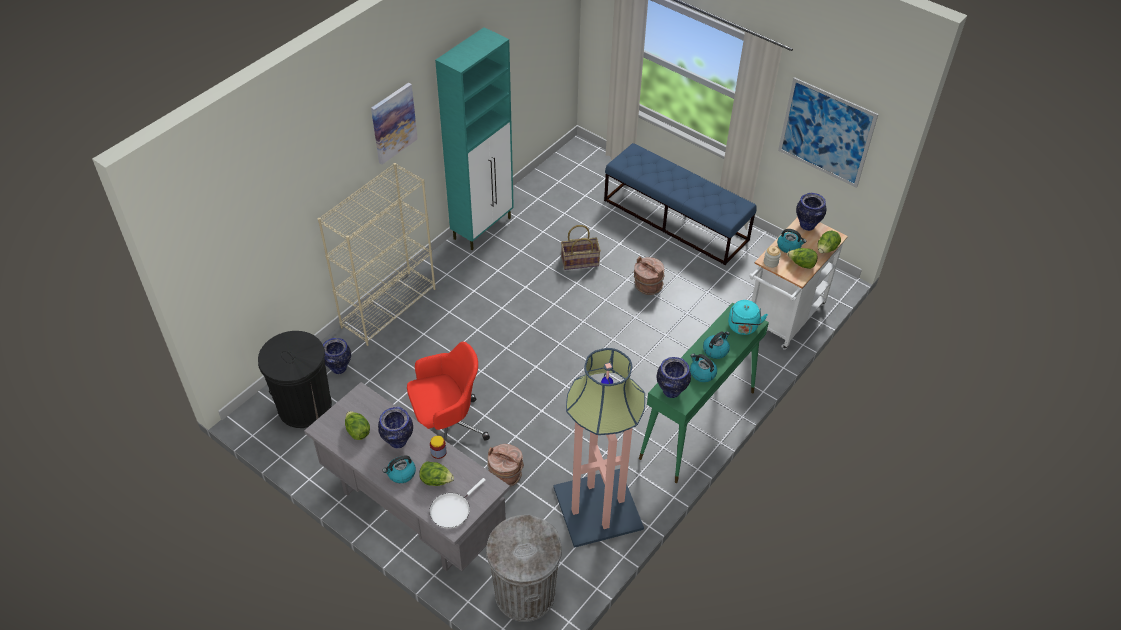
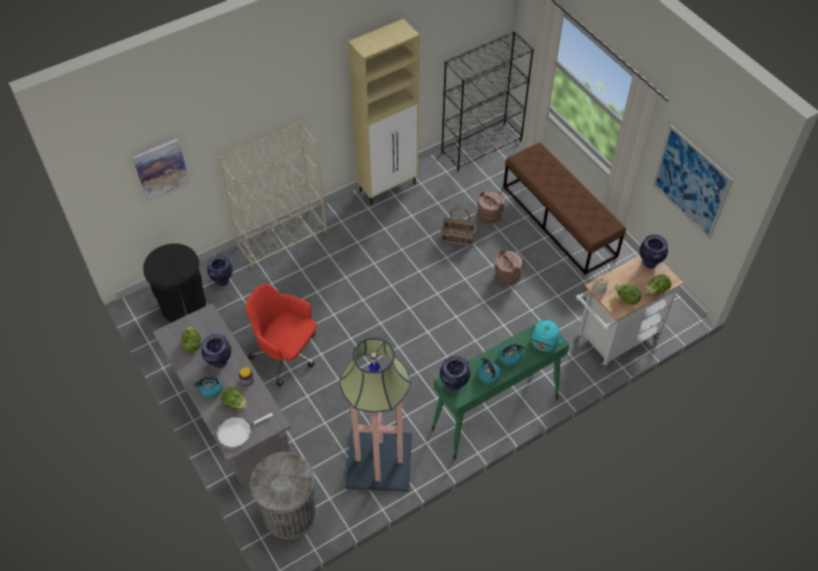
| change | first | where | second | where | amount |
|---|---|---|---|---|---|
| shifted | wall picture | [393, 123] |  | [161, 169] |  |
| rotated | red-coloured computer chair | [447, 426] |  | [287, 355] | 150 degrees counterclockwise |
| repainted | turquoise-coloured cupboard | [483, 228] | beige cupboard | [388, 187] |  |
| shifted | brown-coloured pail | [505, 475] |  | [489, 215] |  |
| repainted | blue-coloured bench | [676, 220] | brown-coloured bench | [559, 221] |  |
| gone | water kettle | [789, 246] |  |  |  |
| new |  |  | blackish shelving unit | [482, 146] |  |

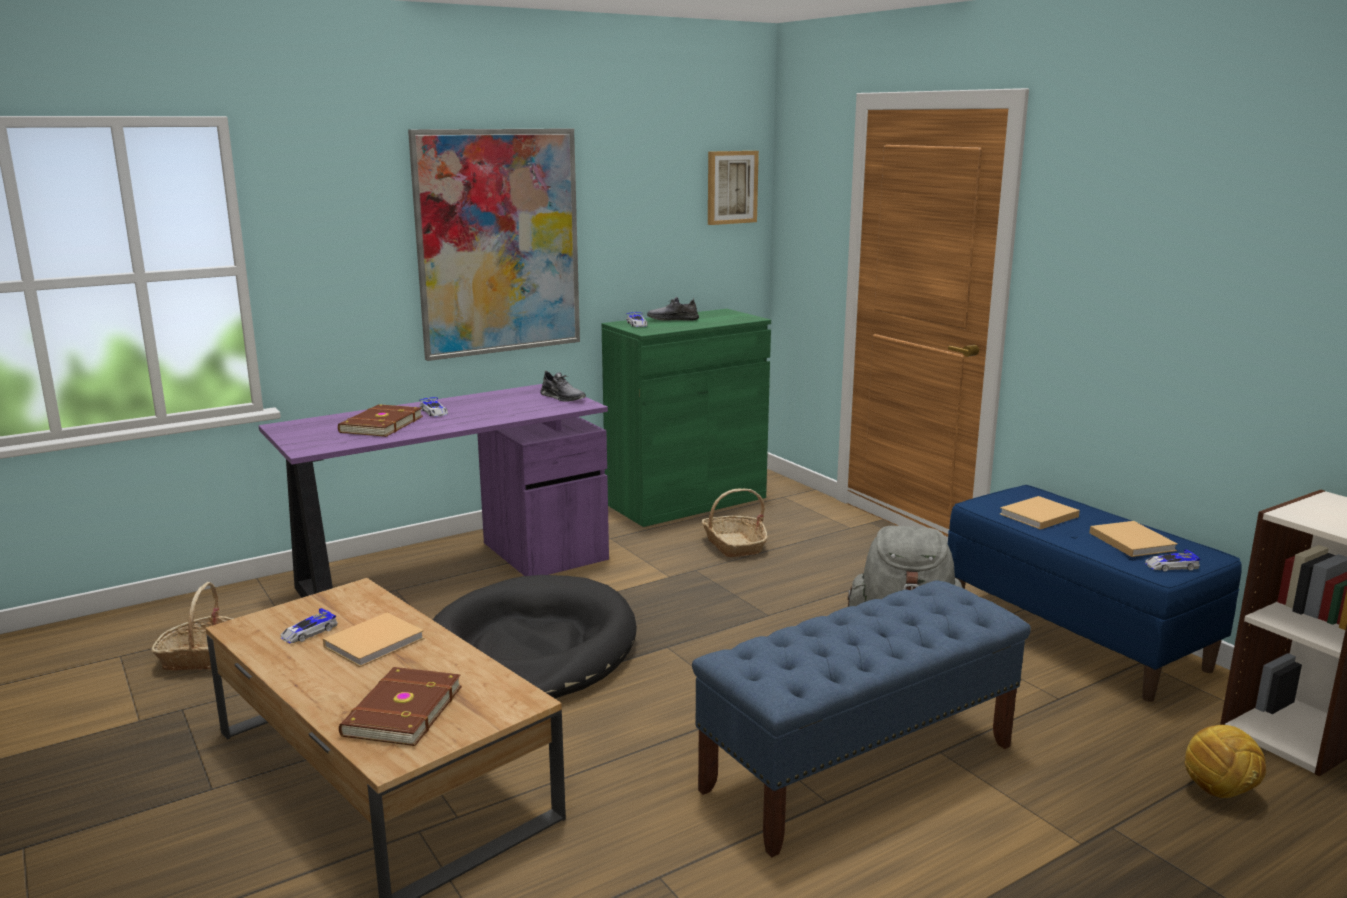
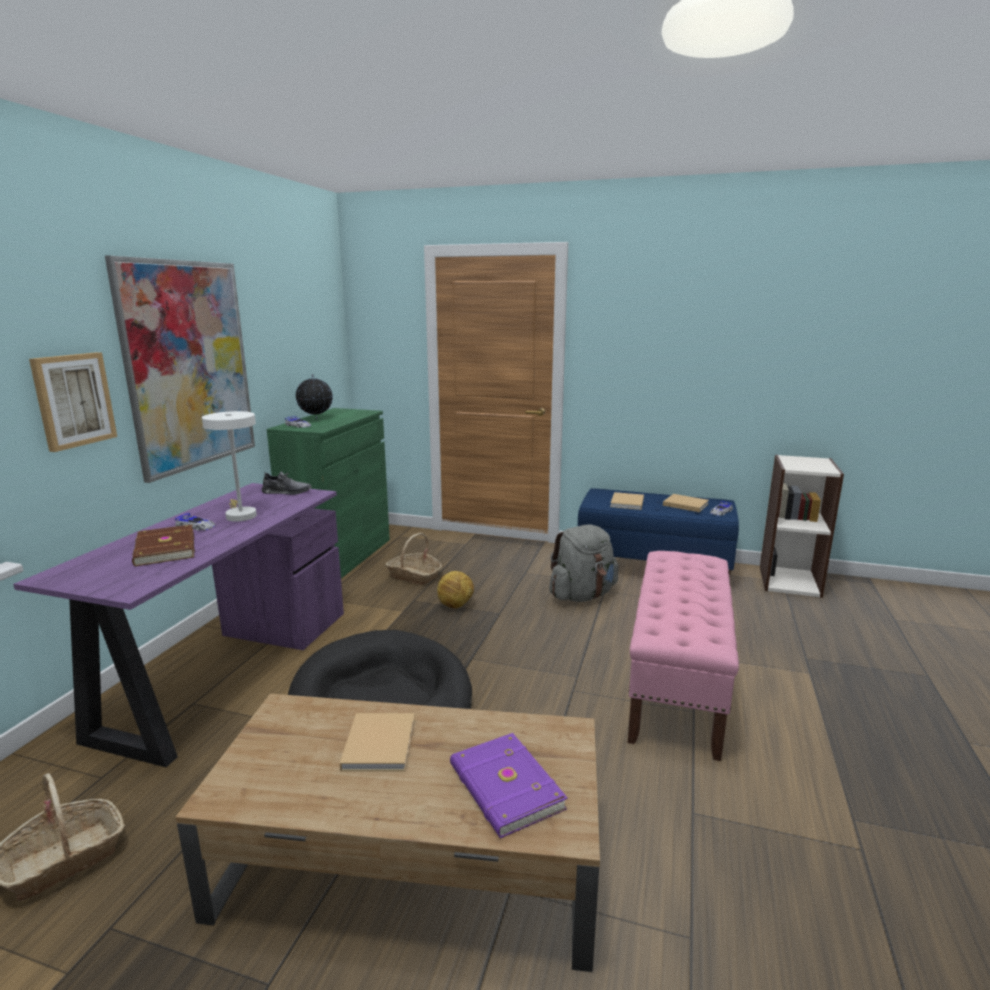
| change | first | where | second | where | amount |
|---|---|---|---|---|---|
| gone | model car | [308, 632] |  |  |  |
| repainted | brown-coloured bound book | [400, 711] | purplish bound book | [504, 788] |  |
| swapped | grey shoe | [673, 319] | world globe | [316, 419] |  |
| repainted | blue-coloured bench | [858, 768] | pink-coloured bench | [677, 683] |  |
| shifted | wall picture | [731, 187] |  | [73, 400] |  |
| shifted | ball for football | [1219, 791] |  | [456, 605] |  |
| new |  |  | white-coloured lamp for a table | [240, 515] |  |

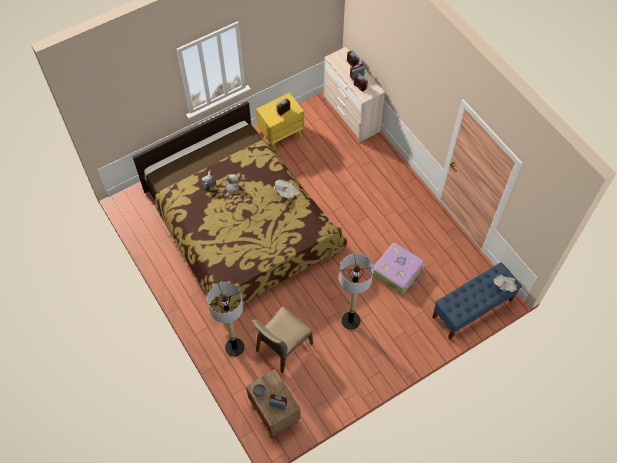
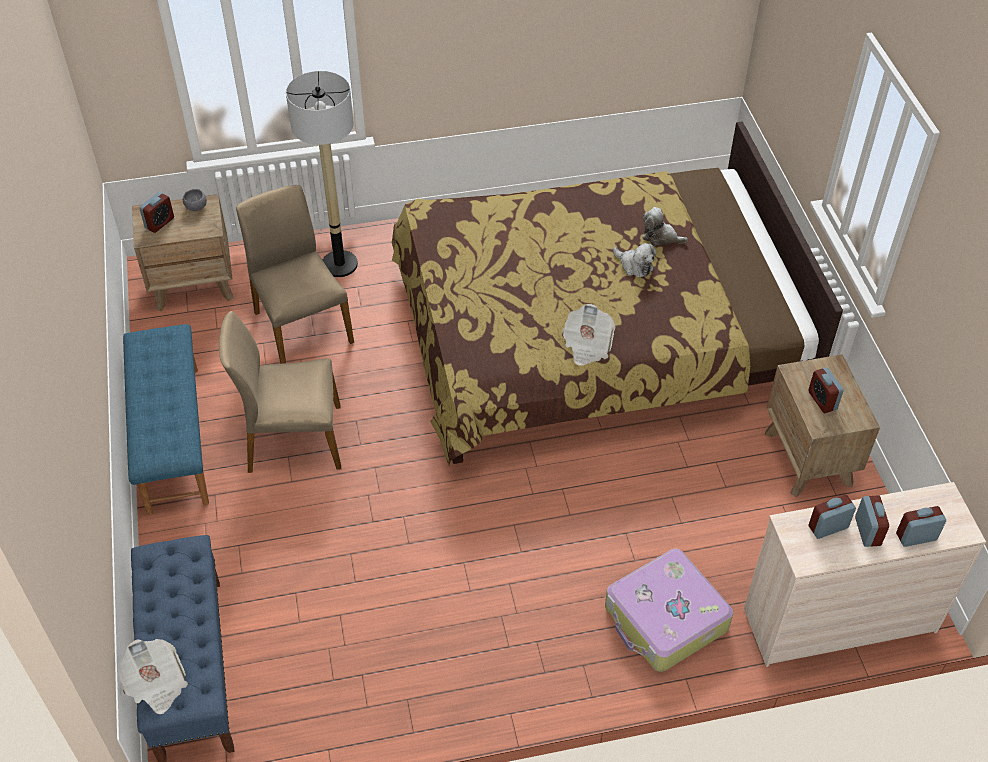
| change | first | where | second | where | amount |
|---|---|---|---|---|---|
| repainted | yellowish nightstand | [281, 135] | brown-coloured nightstand | [808, 458] |  |
| swapped | floor lamp | [350, 321] | beige chair | [293, 439] |  |
| shifted | suitcase | [398, 271] |  | [665, 619] |  |
| new |  |  | blue-coloured bench | [172, 438] |  |

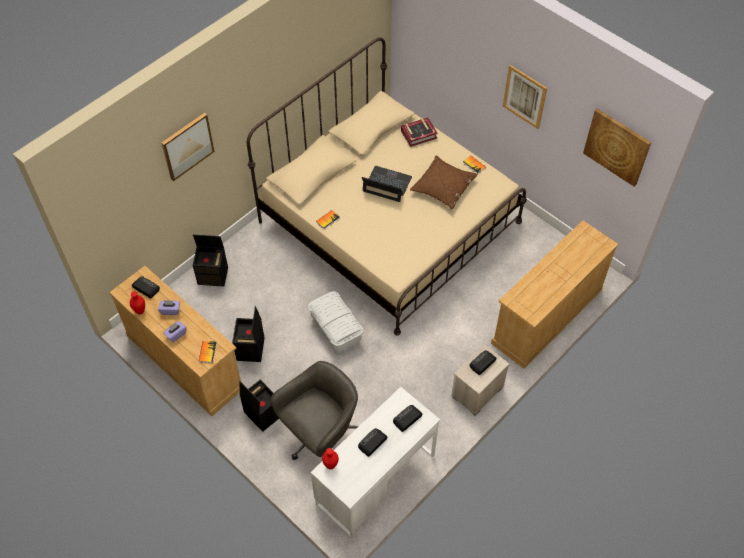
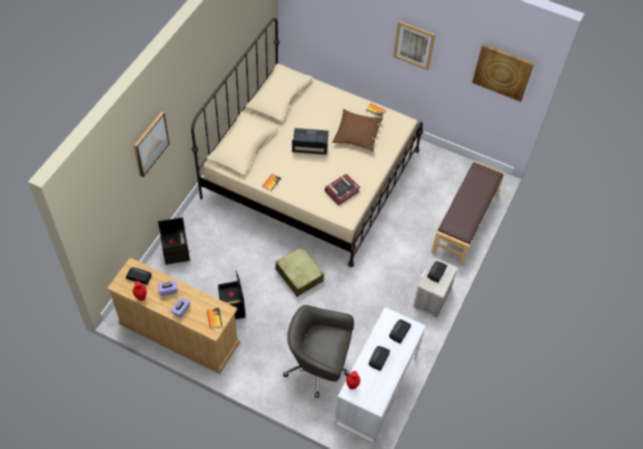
| change | first | where | second | where | amount |
|---|---|---|---|---|---|
| gone | blackish storage bin | [262, 414] |  |  |  |
| rotated | grey computer chair | [321, 436] |  | [318, 366] | 105 degrees counterclockwise |
| swapped | white-coloured storage bin | [335, 330] | beige suitcase | [299, 275] |  |
| shifted | bound book | [418, 134] |  | [341, 191] |  |
| swapped | beige chest of drawers | [547, 316] | brown-coloured bench | [465, 223] |  |

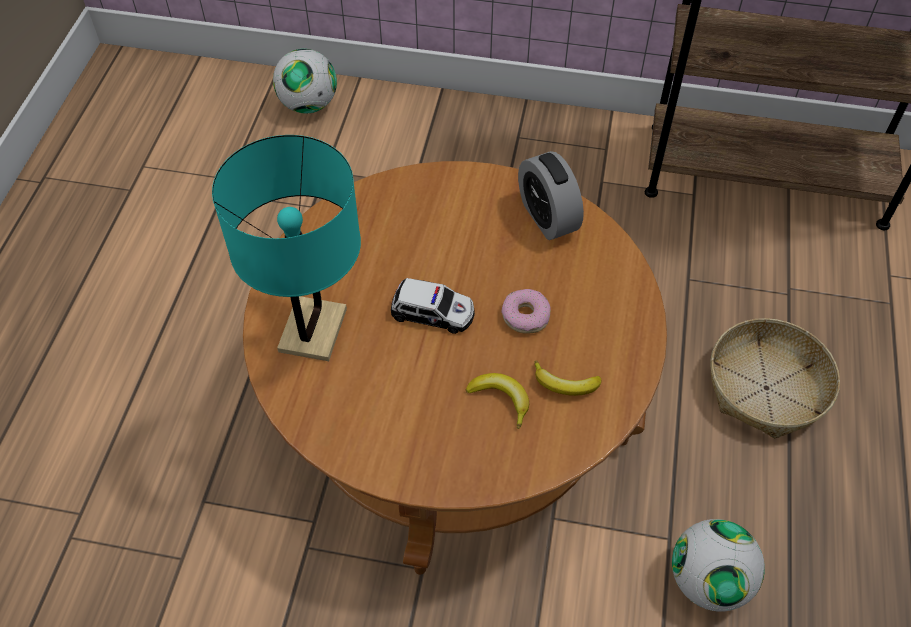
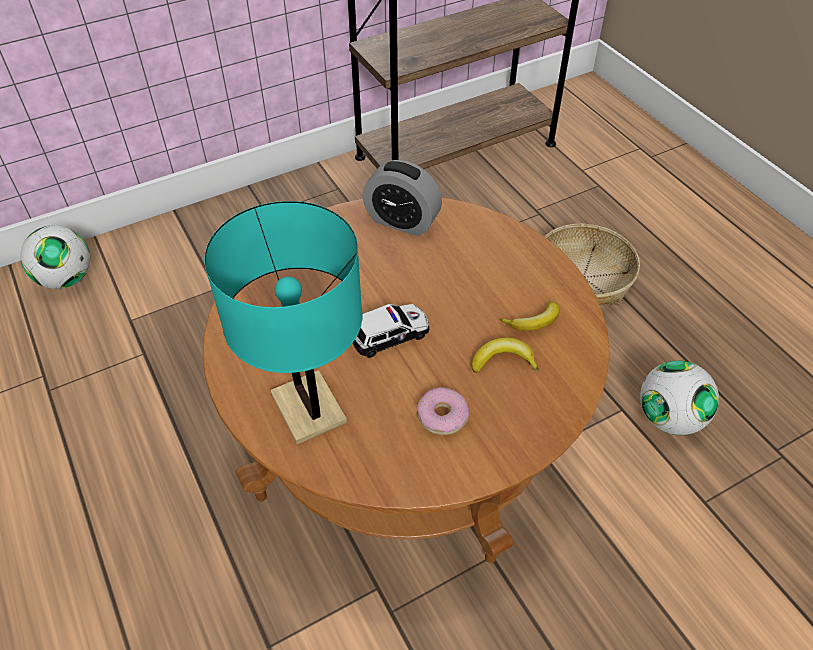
| change | first | where | second | where | amount |
|---|---|---|---|---|---|
| shifted | doughnut | [526, 316] |  | [442, 416] |  |

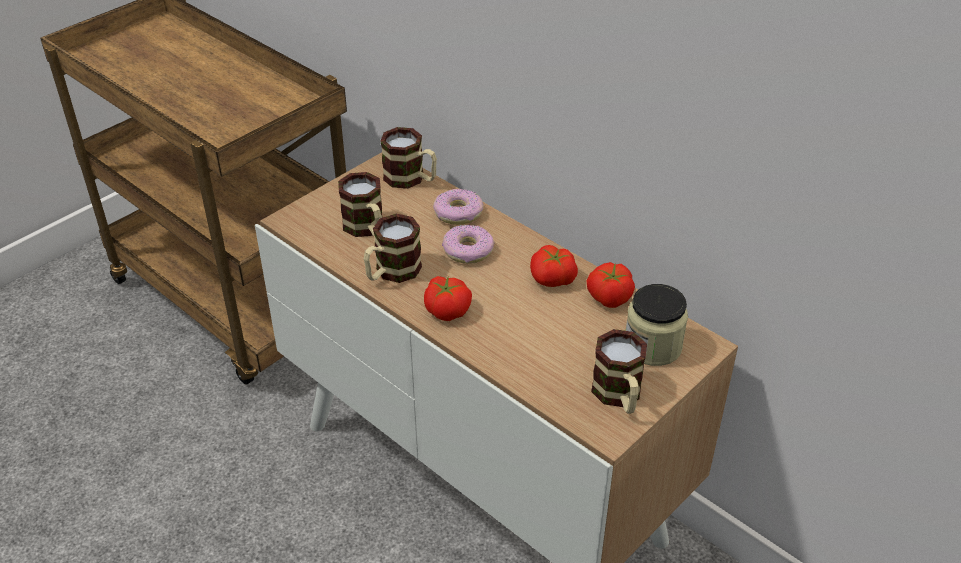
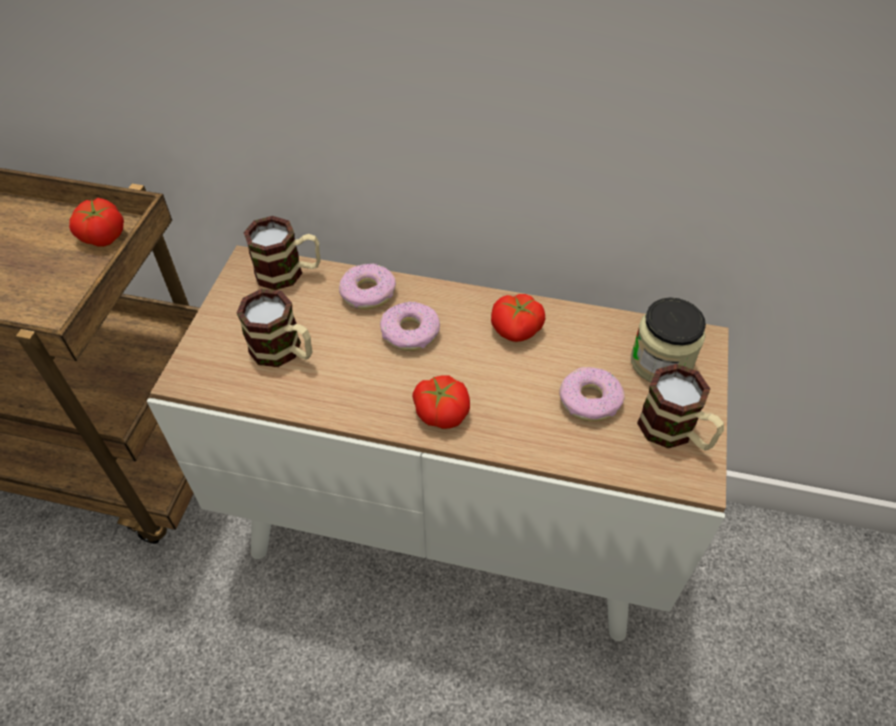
| change | first | where | second | where | amount |
|---|---|---|---|---|---|
| gone | coffee mug | [391, 272] |  |  |  |
| shifted | fresh tomato | [609, 297] |  | [102, 236] |  |
| new |  |  | doughnut | [589, 400] |  |

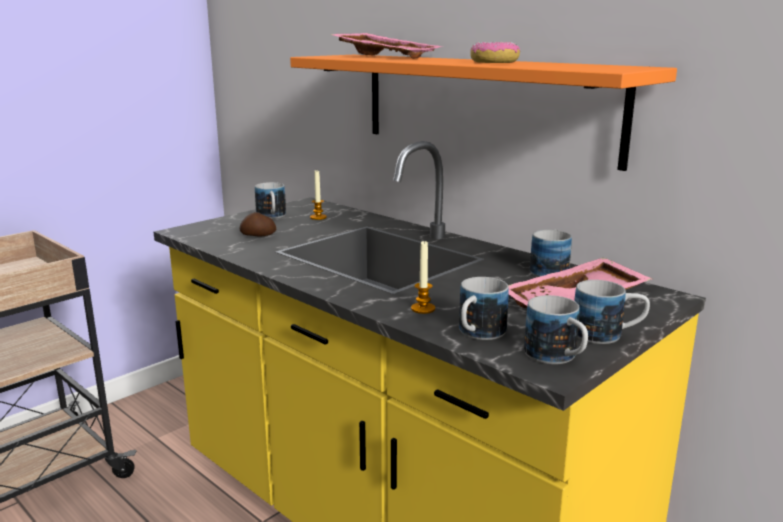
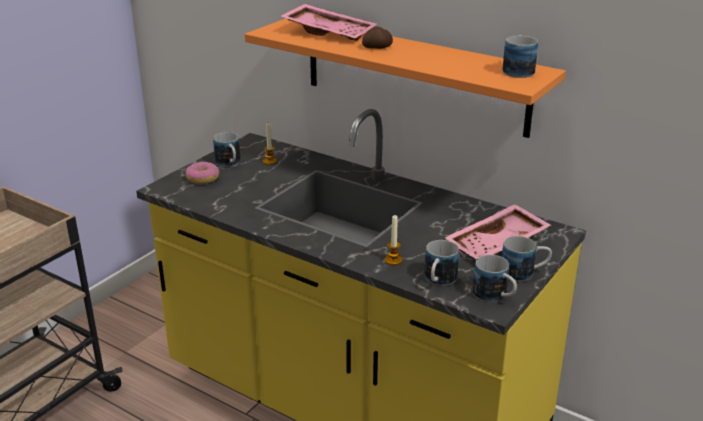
| change | first | where | second | where | amount |
|---|---|---|---|---|---|
| shifted | spud | [258, 236] |  | [378, 48] |  |
| shifted | doughnut | [494, 62] |  | [203, 178] |  |
| shifted | coffee mug | [549, 270] |  | [518, 70] |  |

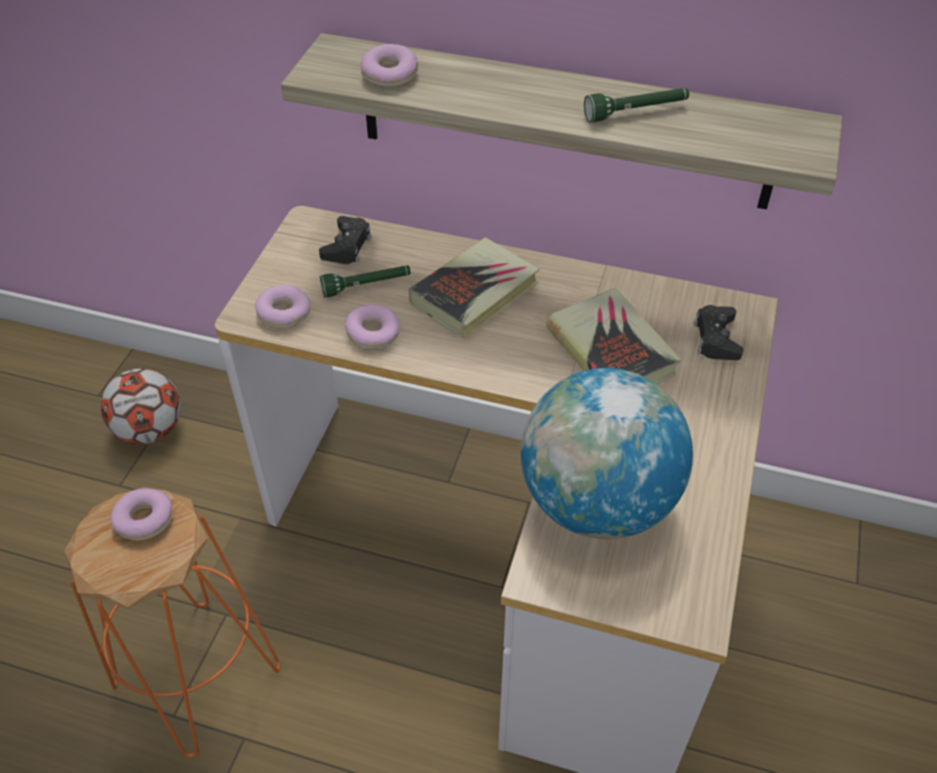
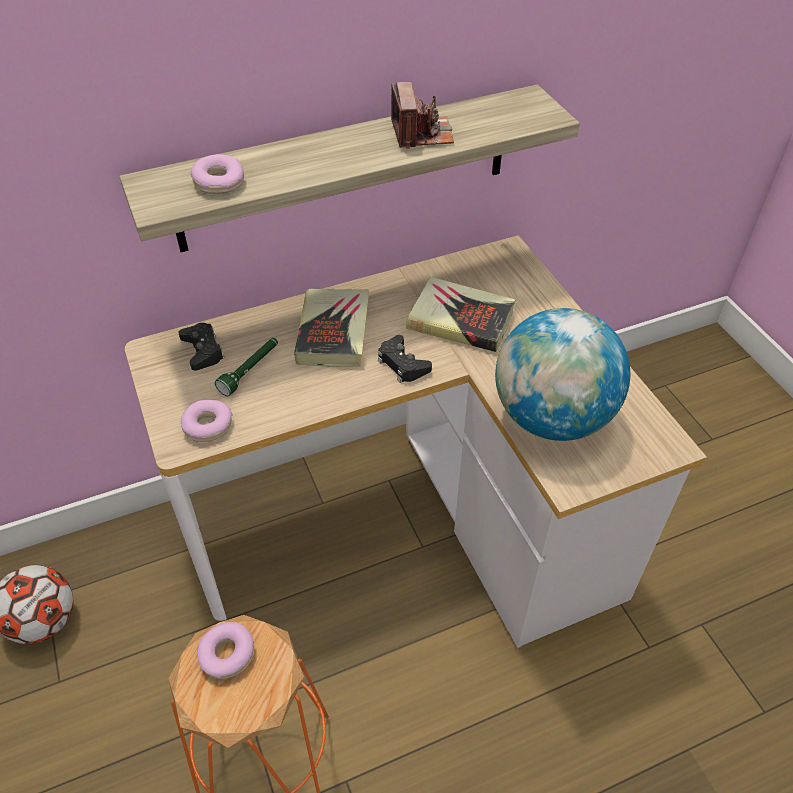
| change | first | where | second | where | amount |
|---|---|---|---|---|---|
| gone | doughnut | [373, 333] |  |  |  |
| swapped | green torch | [636, 112] | photo camera | [421, 134] |  |
| shifted | blackish gamepad | [716, 338] |  | [402, 364] |  |

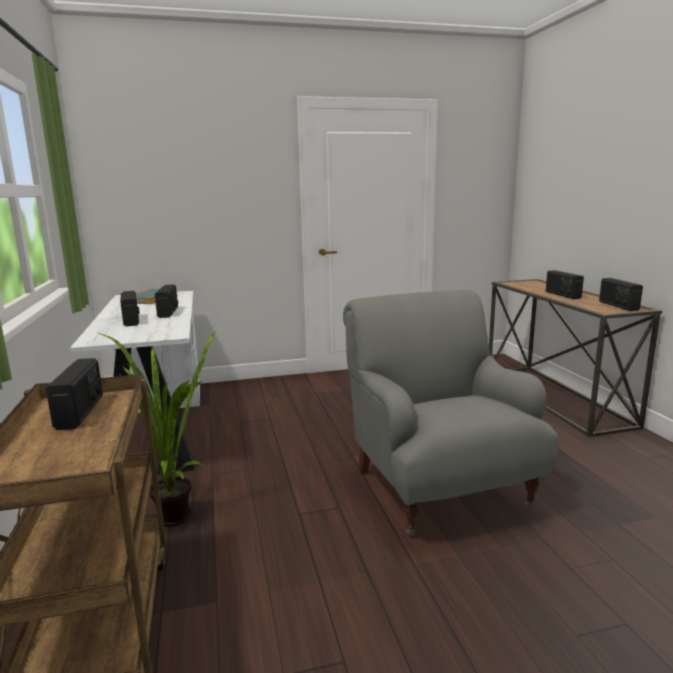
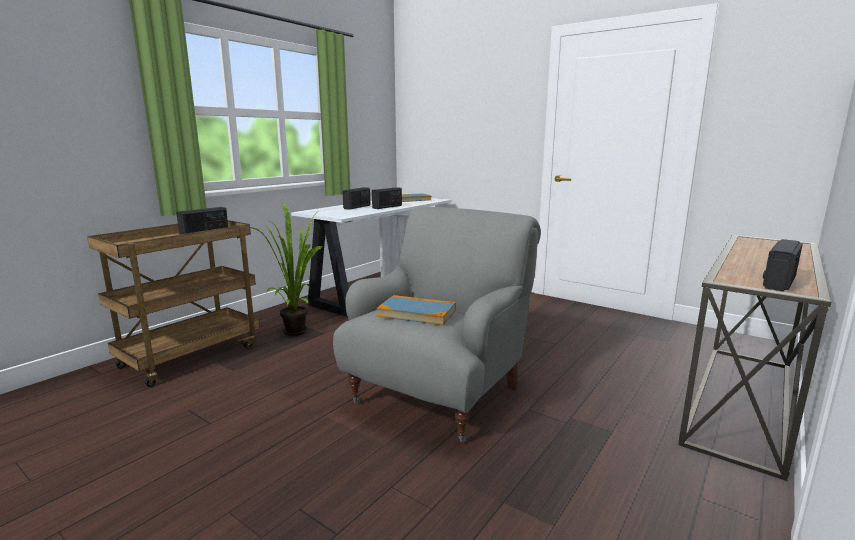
| change | first | where | second | where | amount |
|---|---|---|---|---|---|
| gone | radio | [562, 295] |  |  |  |
| new |  |  | bound book | [417, 313] |  |

